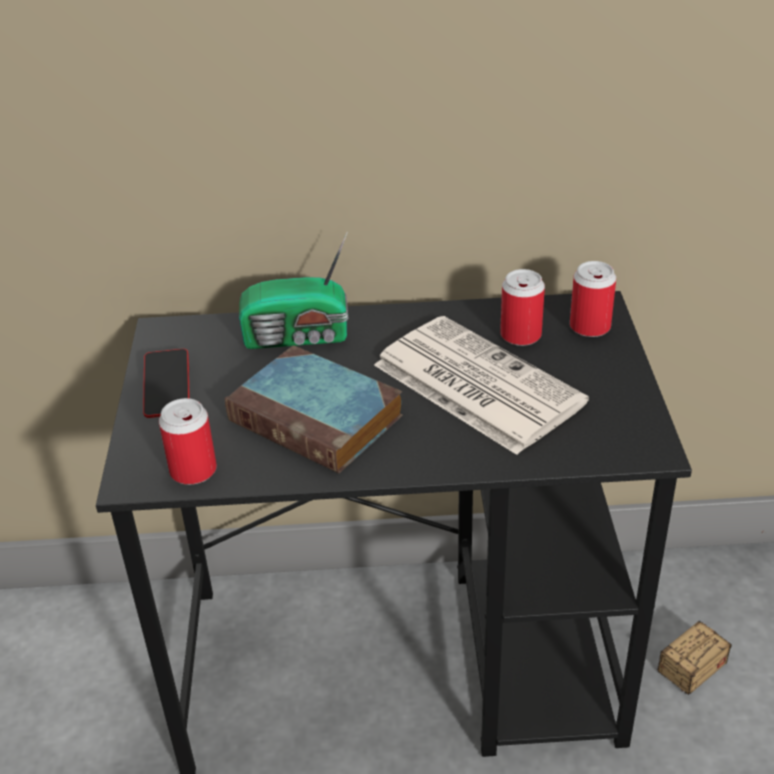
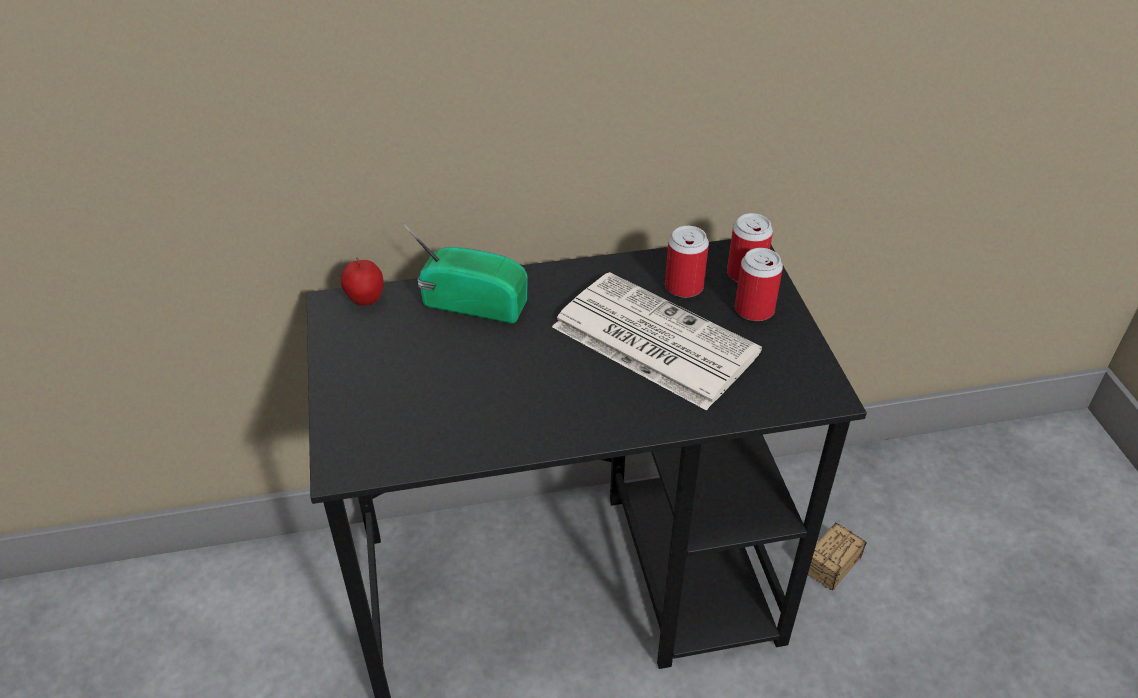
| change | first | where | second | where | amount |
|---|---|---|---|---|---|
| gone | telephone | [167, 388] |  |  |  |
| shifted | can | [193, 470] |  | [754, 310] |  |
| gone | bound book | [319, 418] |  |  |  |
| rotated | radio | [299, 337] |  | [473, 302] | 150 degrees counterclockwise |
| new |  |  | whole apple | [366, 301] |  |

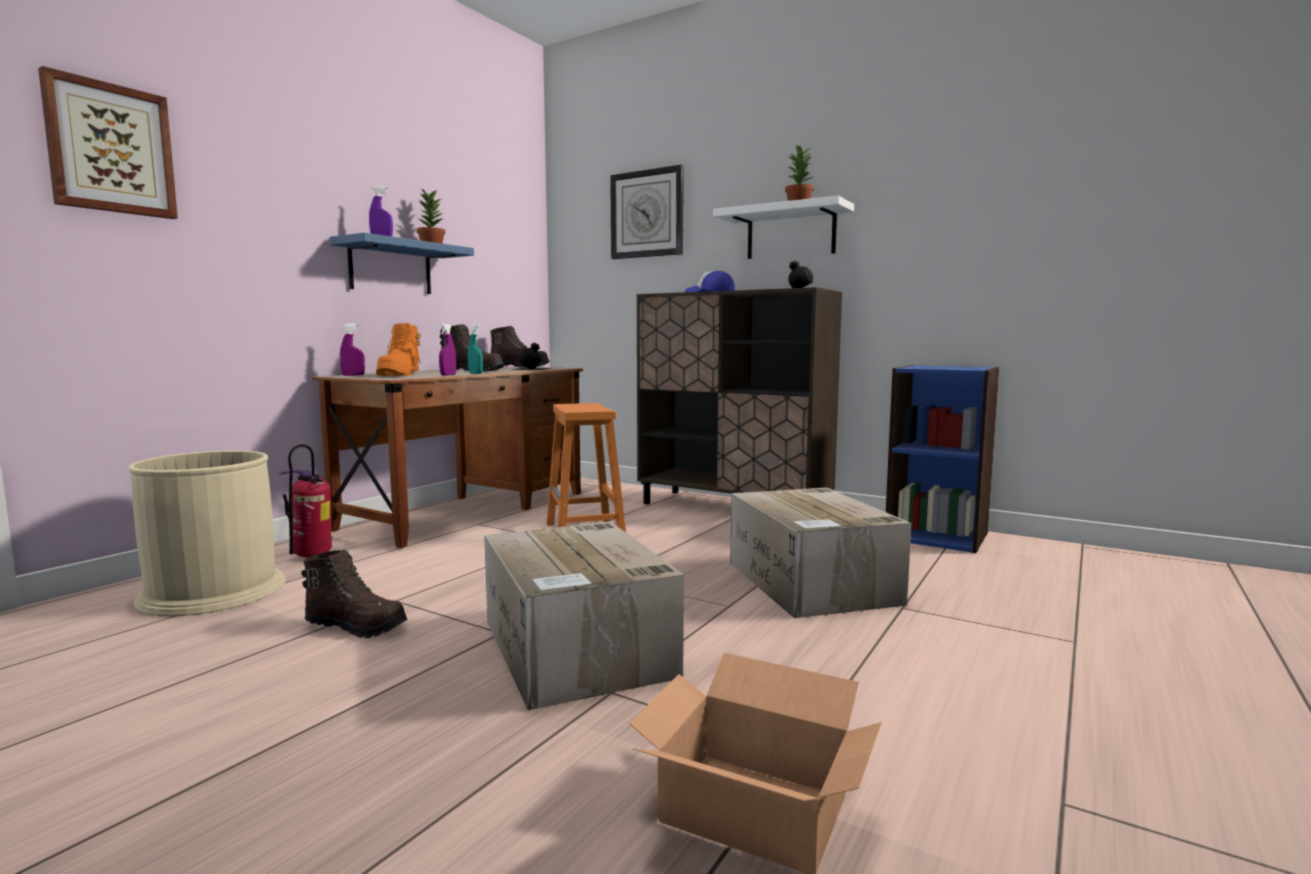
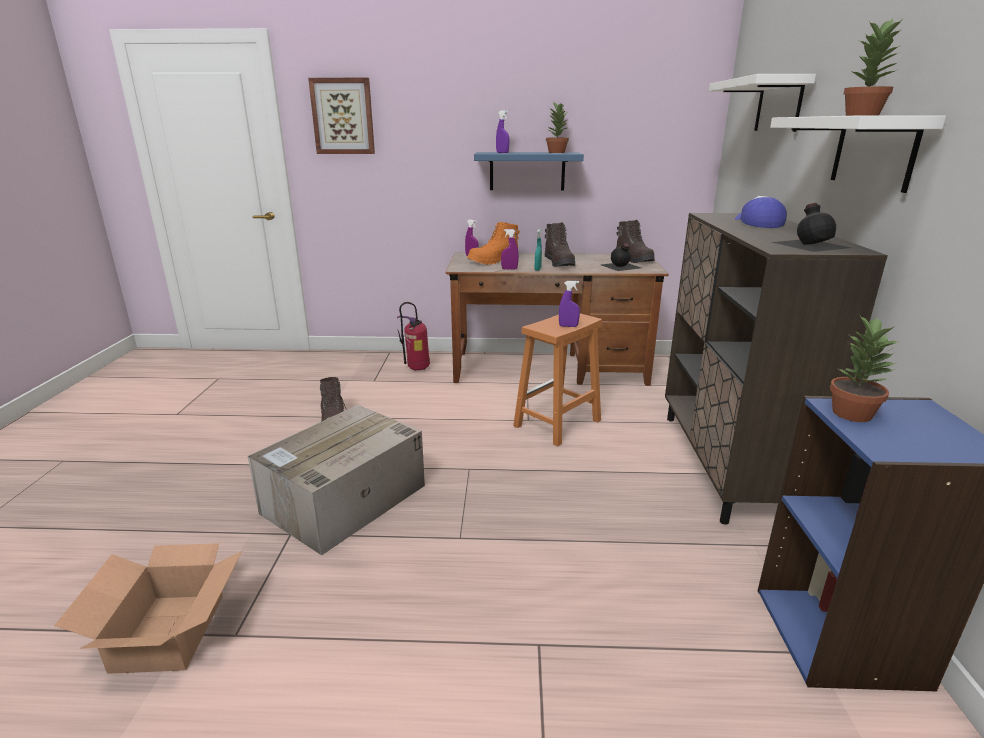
| change | first | where | second | where | amount |
|---|---|---|---|---|---|
| gone | beige trash can | [213, 591] |  |  |  |
| swapped | hanging clock | [647, 214] | white-coloured wall shelf | [778, 105] |  |
| gone | carton | [812, 583] |  |  |  |
| new |  |  | purplish spray bottle | [568, 326] |  |
| new |  |  | plant in a pot | [851, 413] |  |

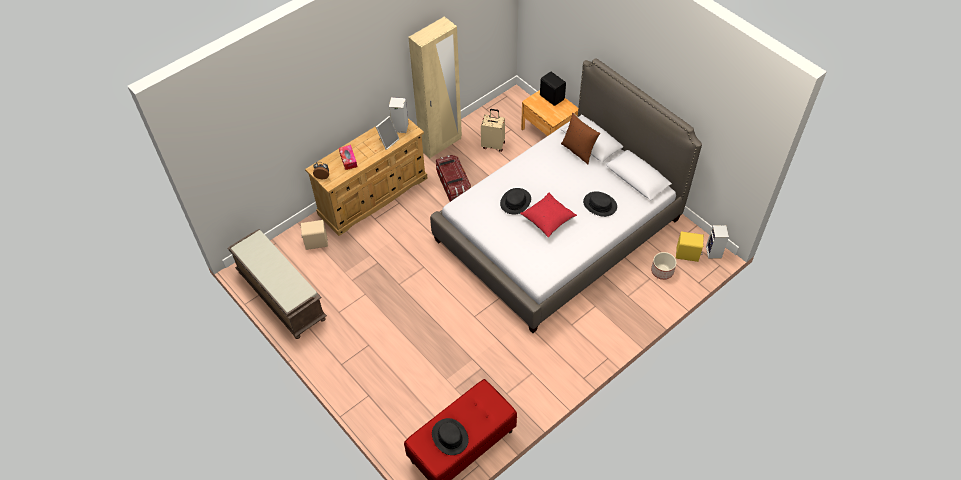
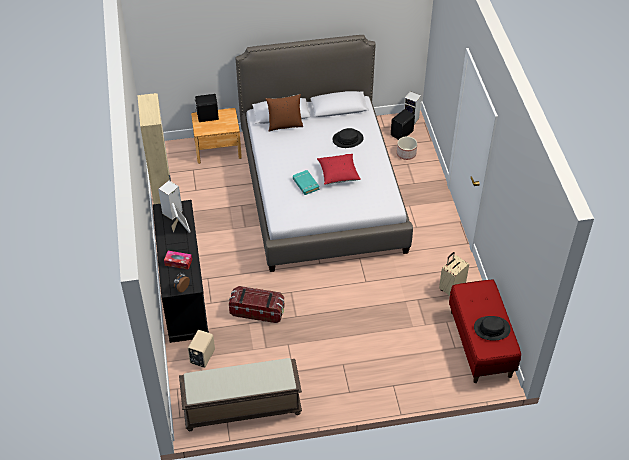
| change | first | where | second | where | amount |
|---|---|---|---|---|---|
| repainted | beige chest of drawers | [373, 195] | blackish chest of drawers | [183, 292] |  |
| shifted | storage bin | [453, 186] |  | [257, 311] |  |
| shifted | beige suitcase | [493, 145] |  | [451, 288] |  |
| swapped | blackish hat | [515, 201] | turquoise-coloured bound book | [305, 184] |  |
| repainted | yellowish loudspeaker | [687, 255] | blackish loudspeaker | [402, 133] |  |

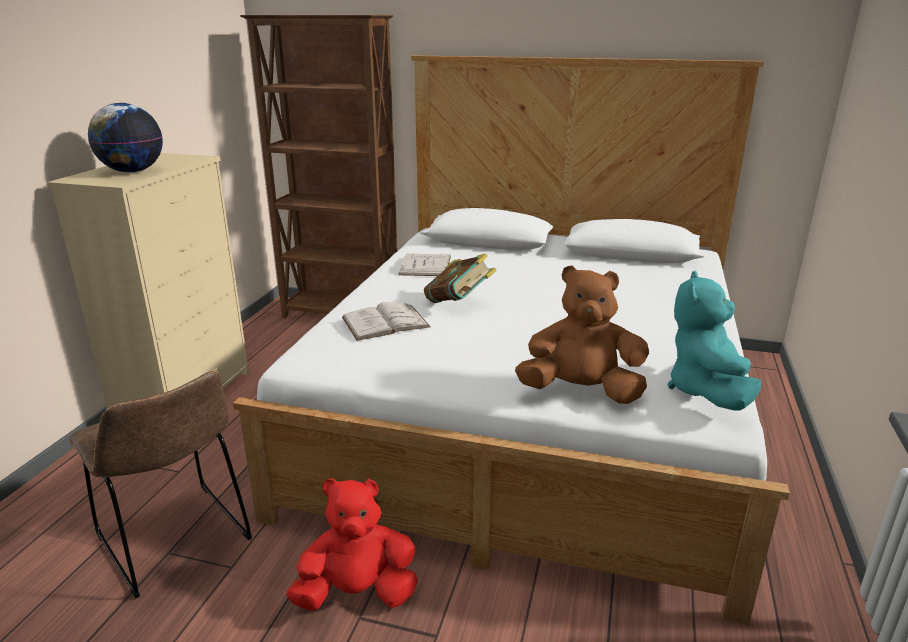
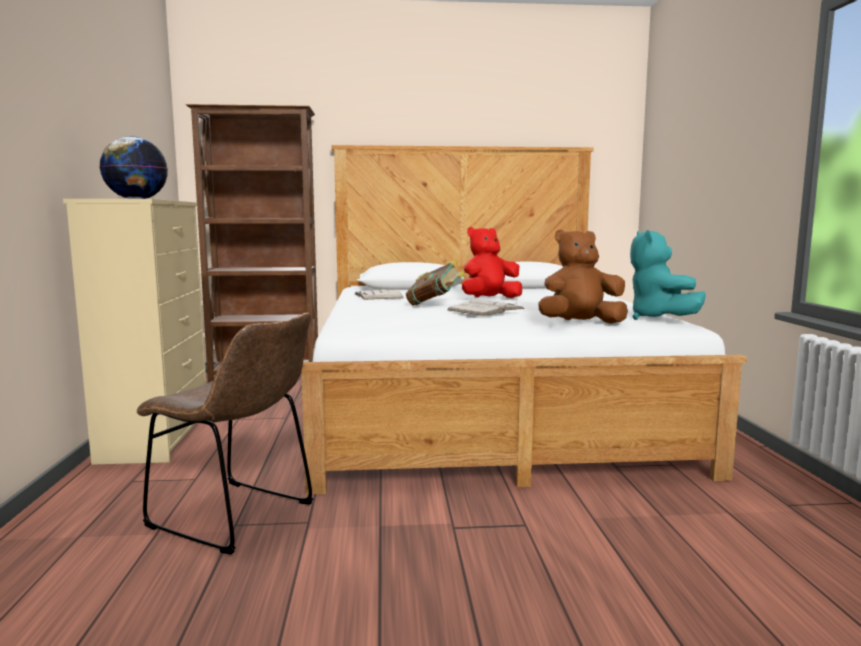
| change | first | where | second | where | amount |
|---|---|---|---|---|---|
| shifted | red-coloured soft toy | [357, 593] |  | [489, 299] |  |
| shifted | white-coloured bound book | [385, 322] |  | [485, 309] |  |

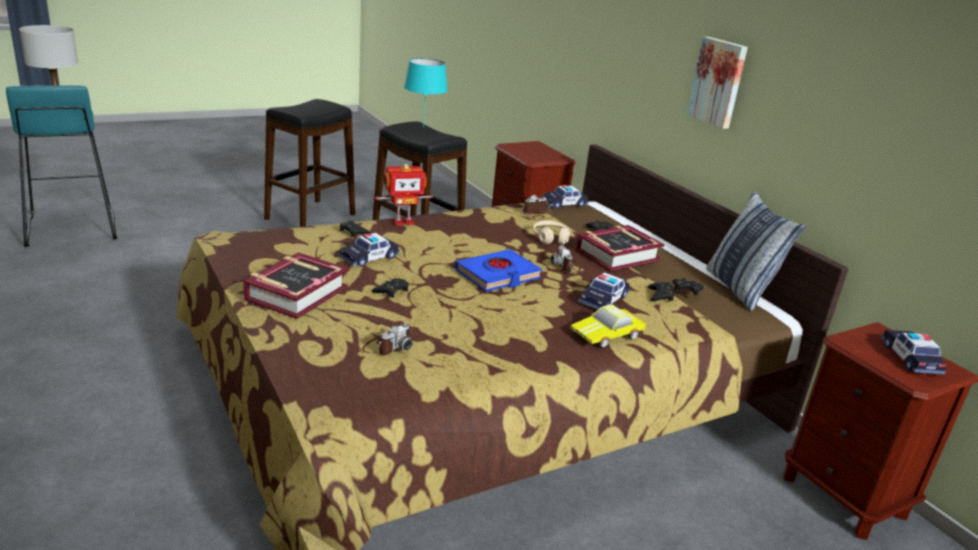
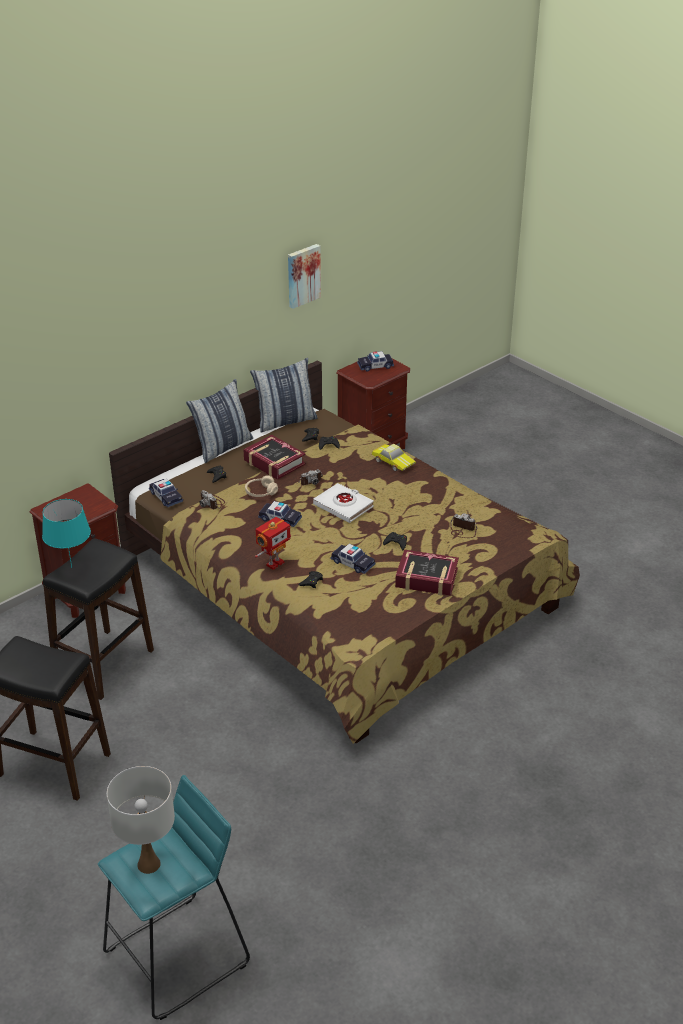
| change | first | where | second | where | amount |
|---|---|---|---|---|---|
| rotated | robot figure | [403, 222] |  | [274, 563] | 75 degrees clockwise |
| repainted | blue-coloured bound book | [498, 275] | white-coloured bound book | [343, 506] |  |
| shifted | model car | [603, 299] |  | [280, 519] |  |
| shifted | wall picture | [718, 82] |  | [302, 275] |  |
| new |  |  | pillow | [222, 447] |  |

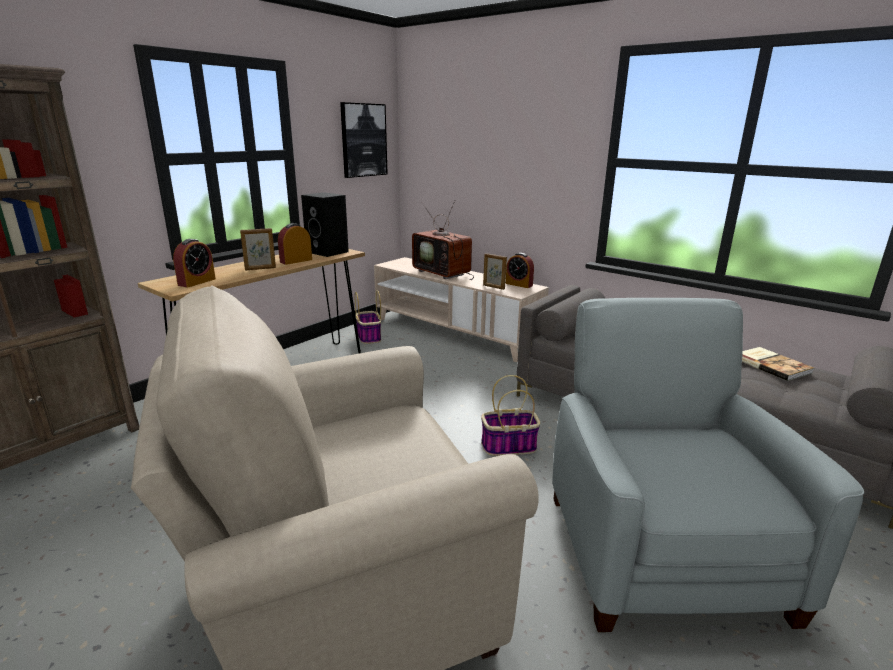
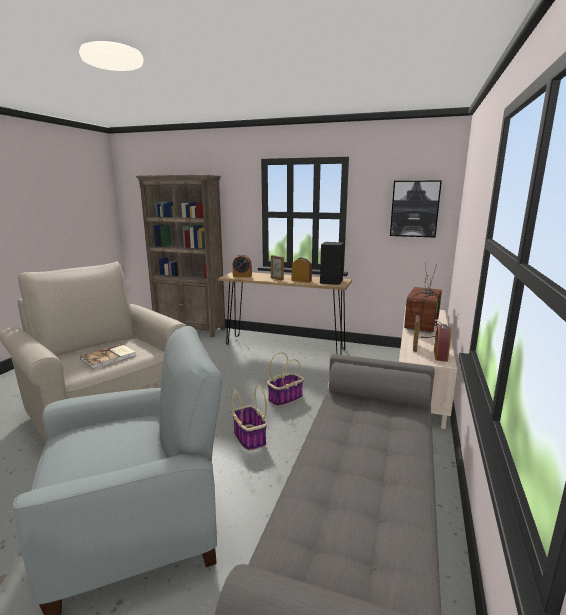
| change | first | where | second | where | amount |
|---|---|---|---|---|---|
| shifted | household basket | [368, 337] |  | [285, 398] |  |
| shifted | bound book | [771, 365] |  | [109, 357] |  |

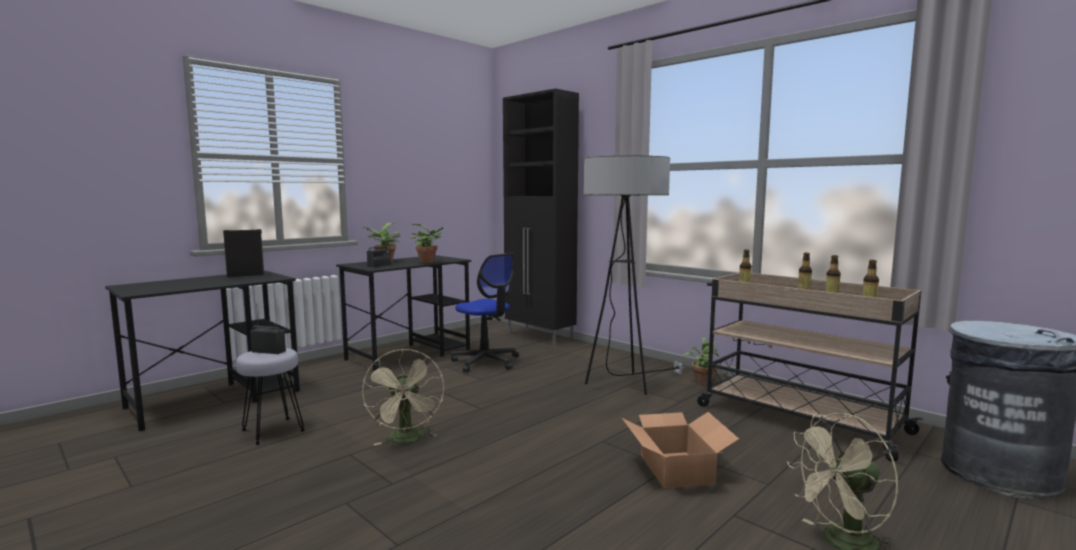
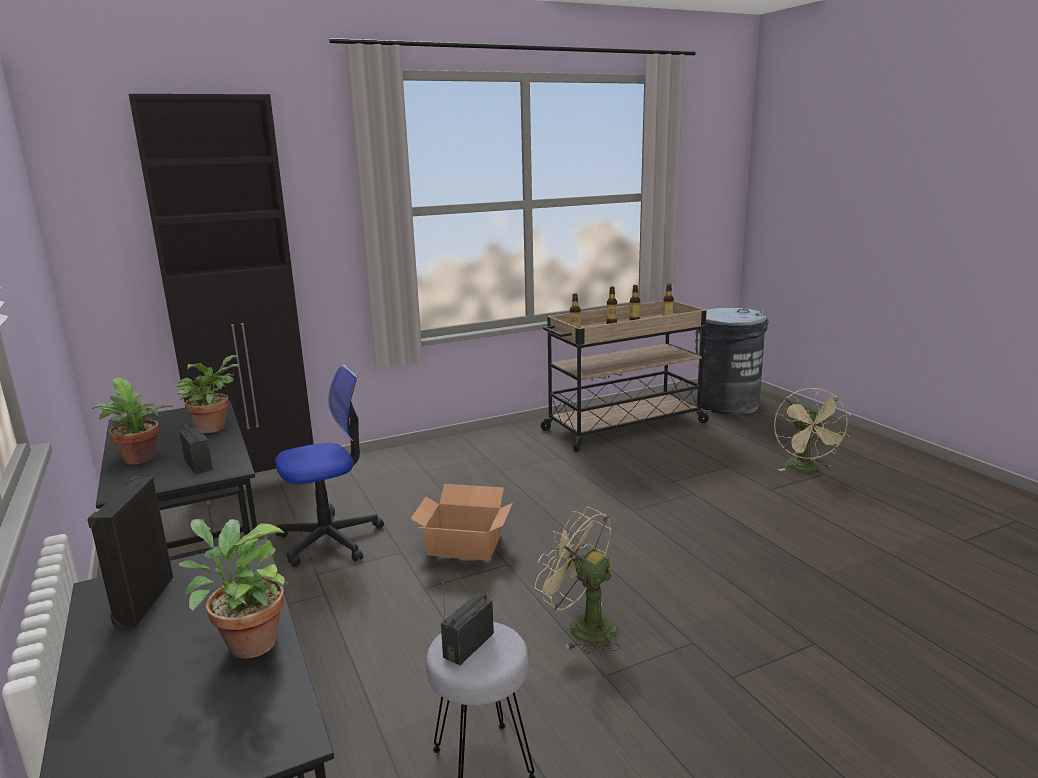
| change | first | where | second | where | amount |
|---|---|---|---|---|---|
| rotated | beige electric fan | [407, 440] |  | [582, 626] | 150 degrees counterclockwise |
| gone | floor lamp | [624, 388] |  |  |  |
| shifted | carton | [677, 469] |  | [464, 544] |  |
| shifted | plant in a pot | [702, 381] |  | [247, 643] |  |

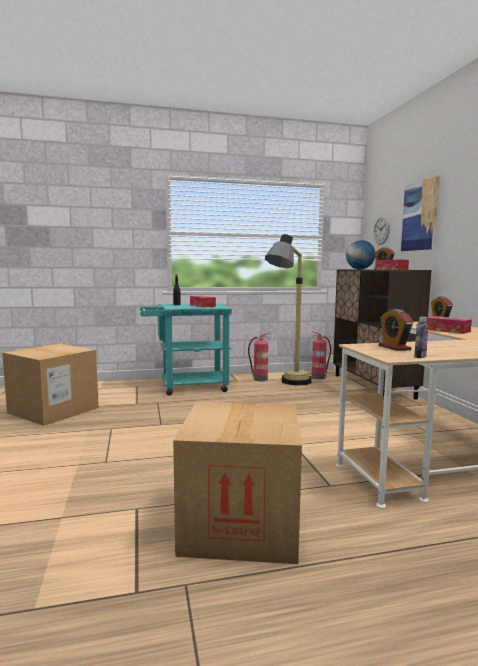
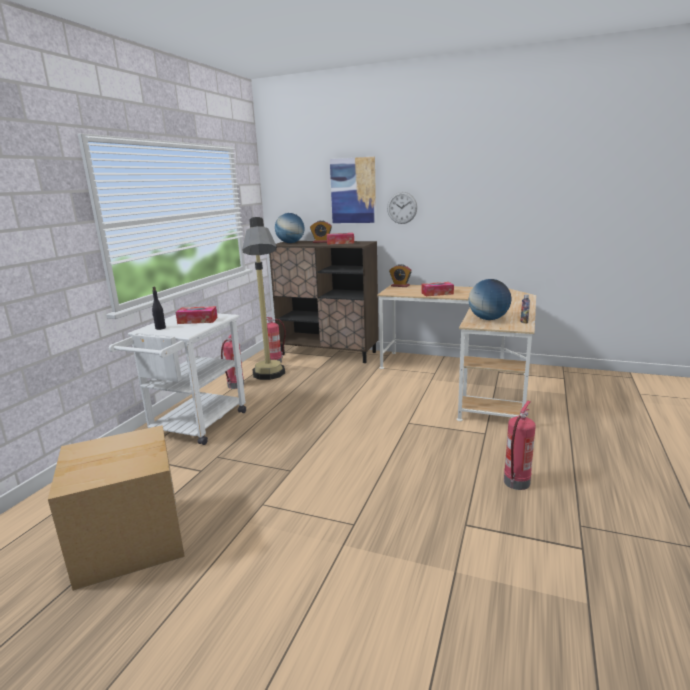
| change | first | where | second | where | amount |
|---|---|---|---|---|---|
| repainted | turquoise-coloured trolley | [187, 387] | white-coloured trolley | [194, 427] |  |
| swapped | carton | [240, 524] | fire extinguisher | [516, 483] |  |
| shifted | hanging clock | [381, 230] |  | [402, 207] |  |
| swapped | table clock | [394, 347] | world globe | [488, 319] |  |

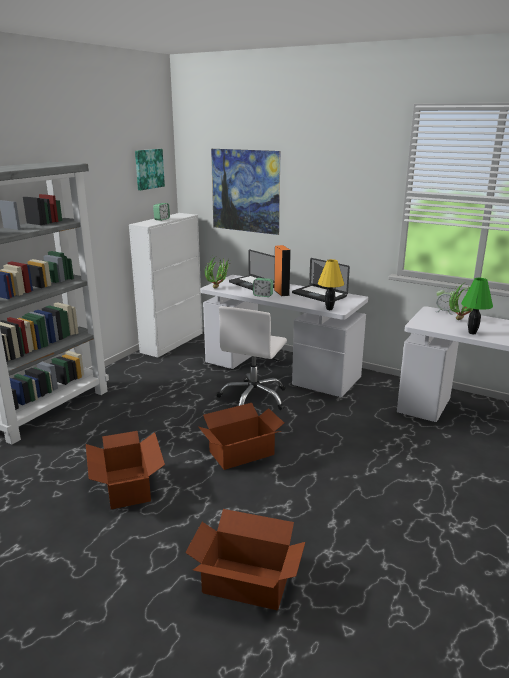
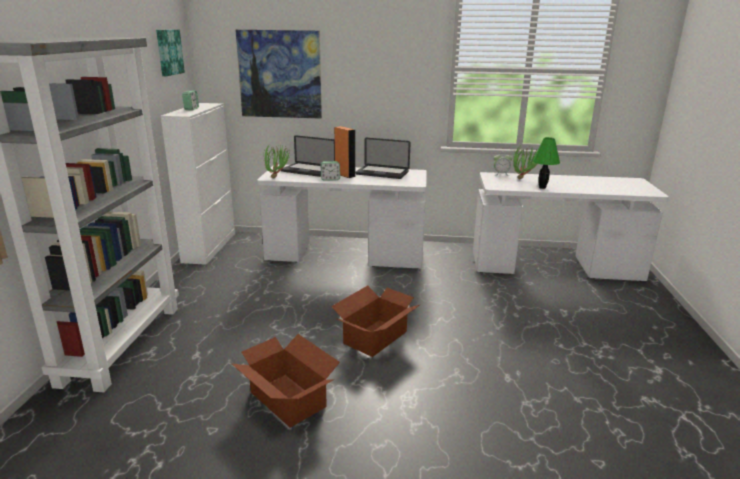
| change | first | where | second | where | amount |
|---|---|---|---|---|---|
| gone | carton | [246, 583] |  |  |  |
| gone | white-coloured computer chair | [254, 398] |  |  |  |
| gone | yellowish lamp for a table | [329, 309] |  |  |  |

